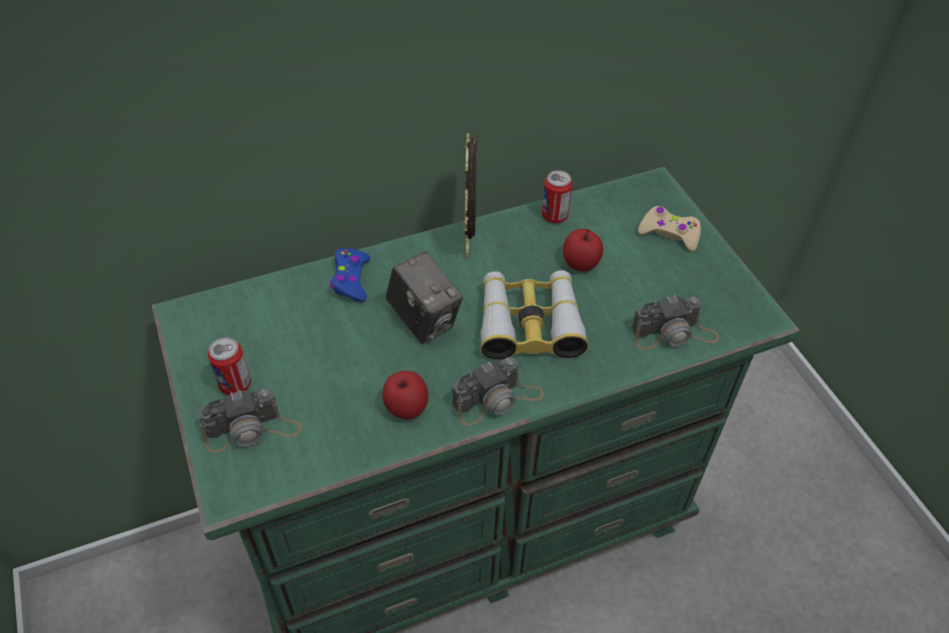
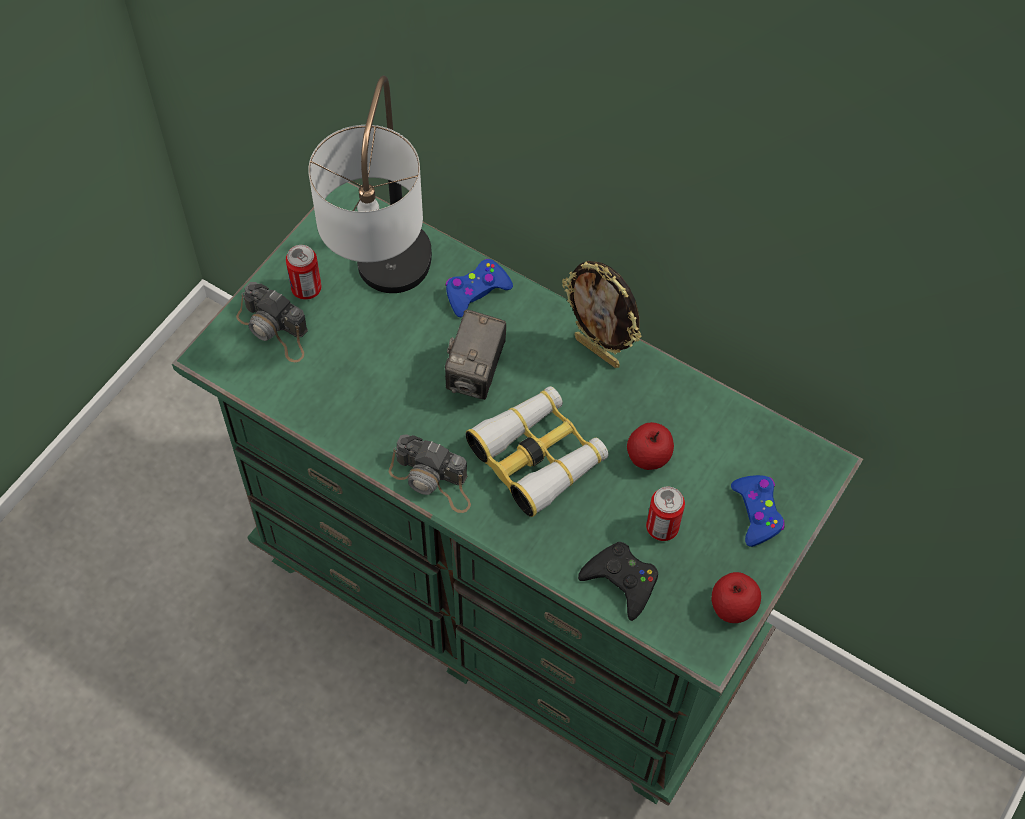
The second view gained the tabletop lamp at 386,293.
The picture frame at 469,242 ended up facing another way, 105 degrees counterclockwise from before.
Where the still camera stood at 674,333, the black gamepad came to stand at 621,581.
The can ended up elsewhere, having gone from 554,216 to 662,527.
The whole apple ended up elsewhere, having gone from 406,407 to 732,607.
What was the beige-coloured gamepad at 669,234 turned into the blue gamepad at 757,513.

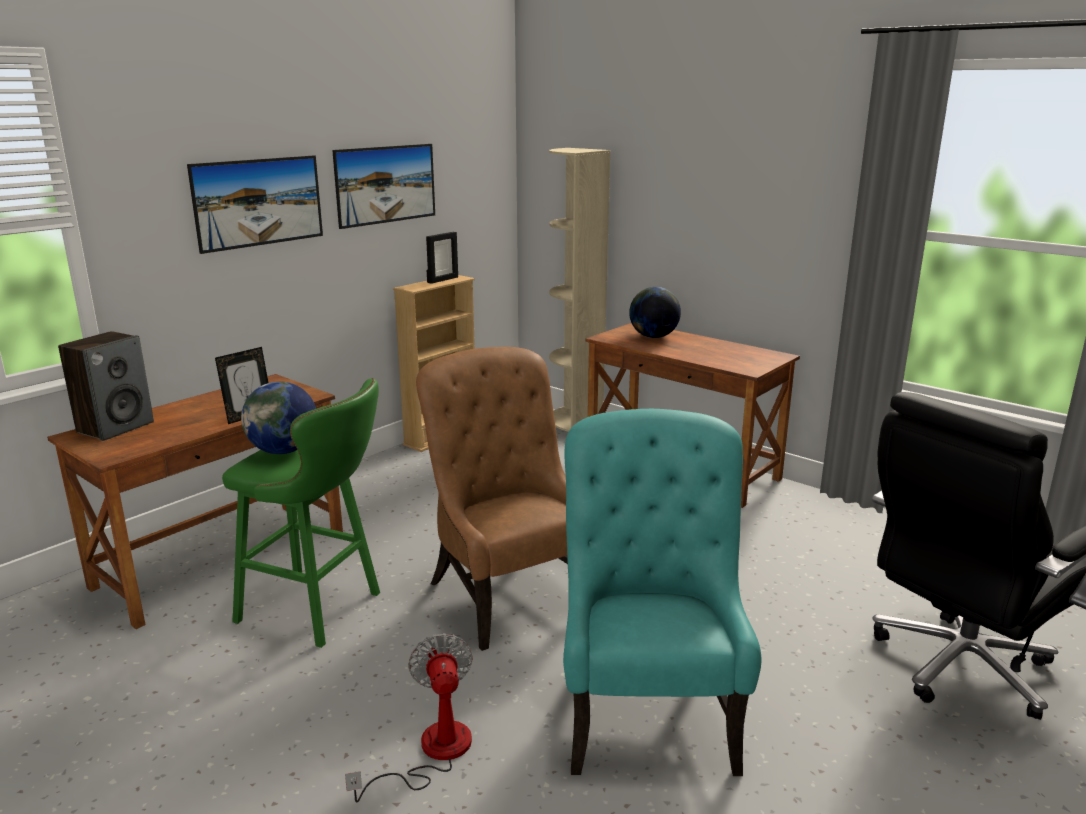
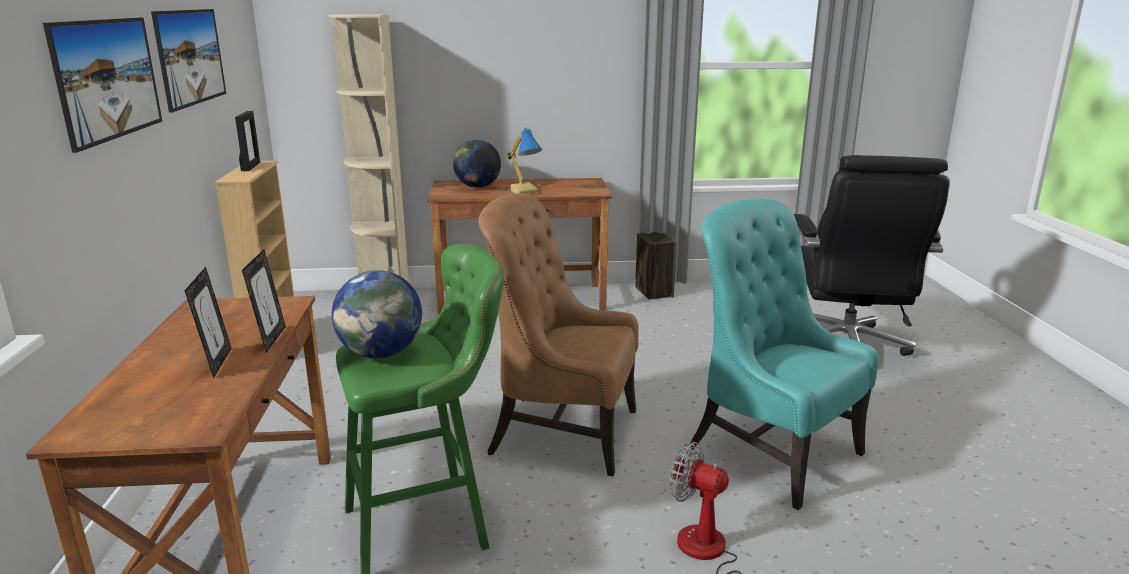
The second view gained the picture frame at 216,363.
The second view gained the tabletop lamp at 525,191.
The audio speaker ended up elsewhere, having gone from 115,427 to 653,292.

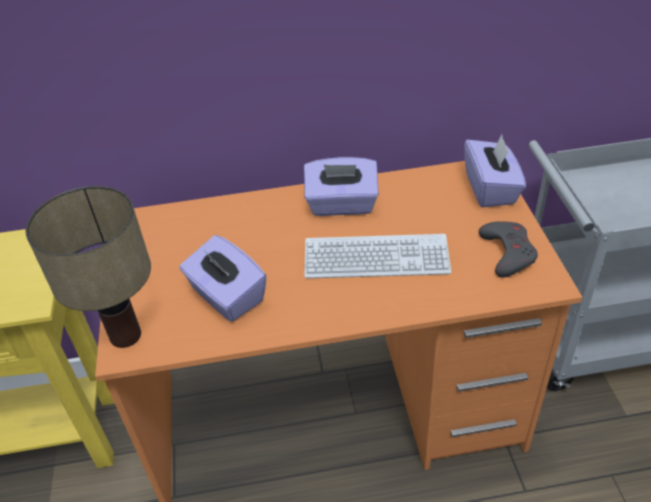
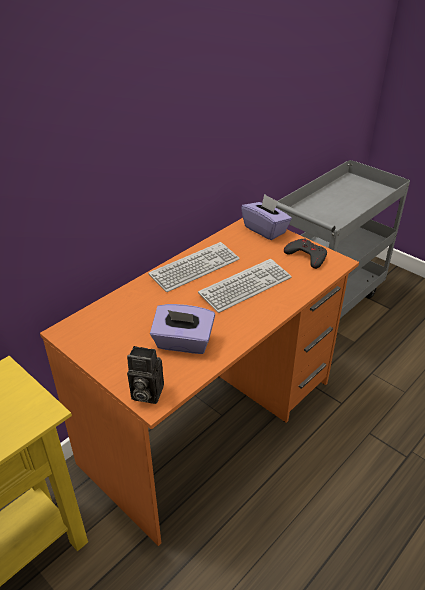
Where the tabletop lamp stood at 127,335, the still camera came to stand at 145,393.
Where the purple-coloured tissue holder stood at 342,205, the keyboard came to stand at 195,268.

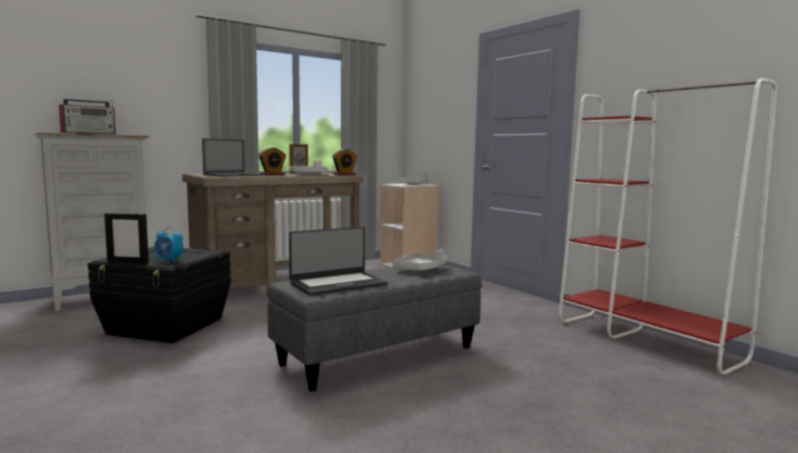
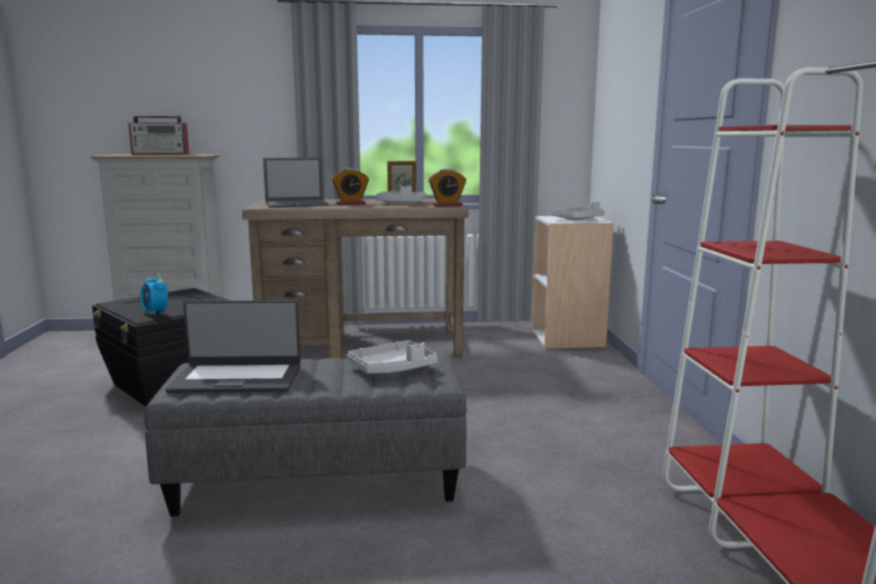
The second view lost the picture frame at 128,262.

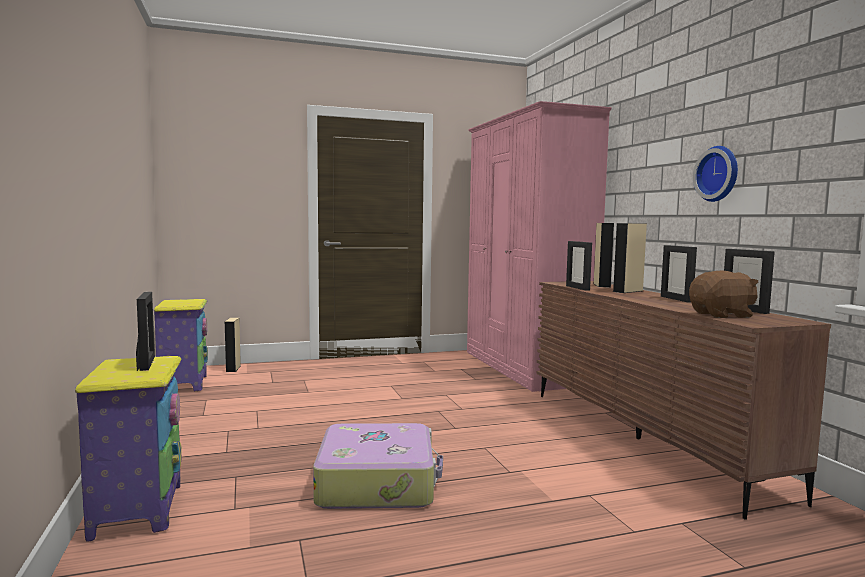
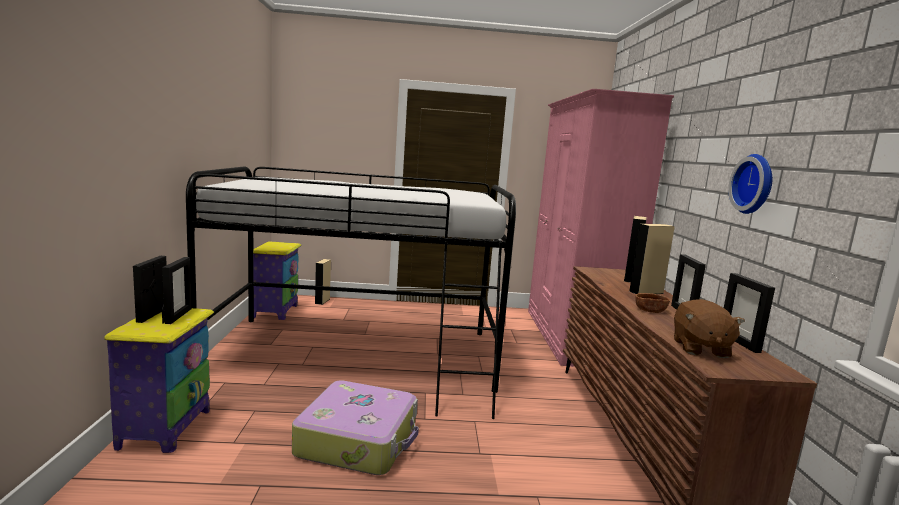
The picture frame ended up elsewhere, having gone from 578,288 to 153,315.
The second view gained the black sleeping bed at 361,353.
The second view gained the brown deep dish at 650,310.
The brown plush toy at 722,315 ended up facing another way, 90 degrees clockwise from before.

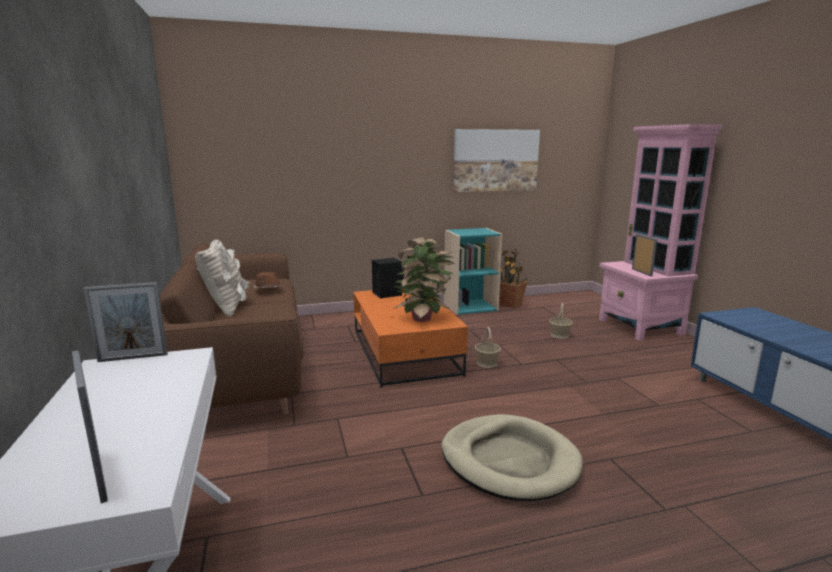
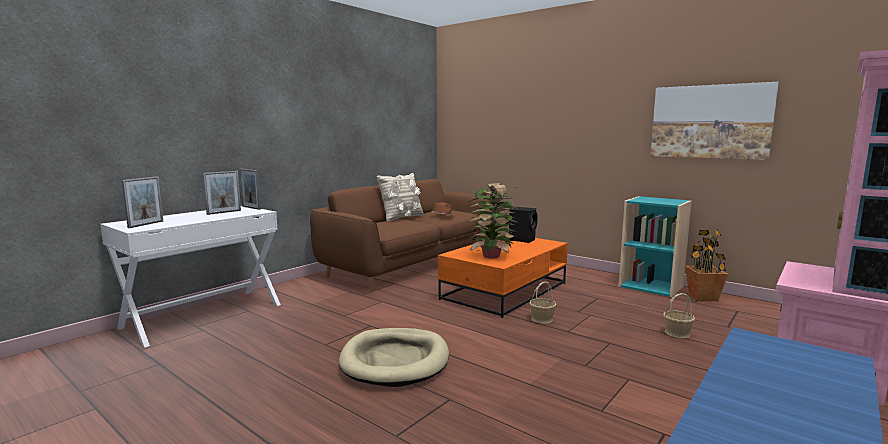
The picture frame ended up elsewhere, having gone from 641,272 to 224,212.

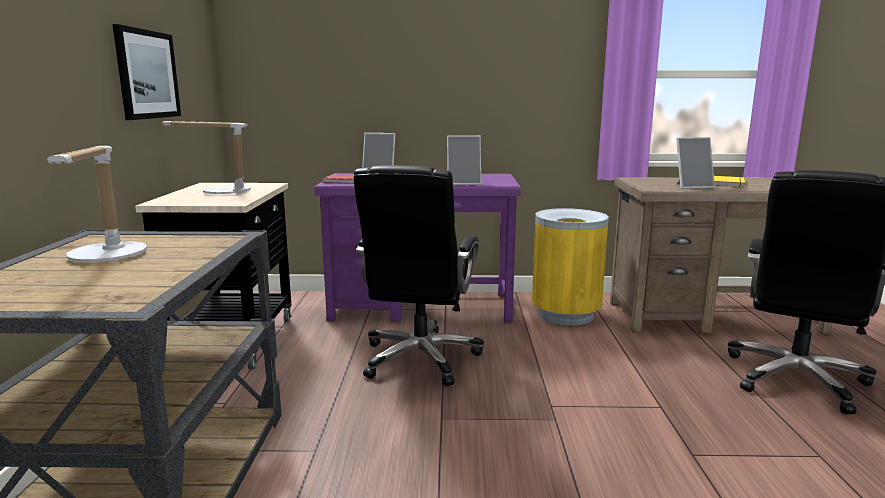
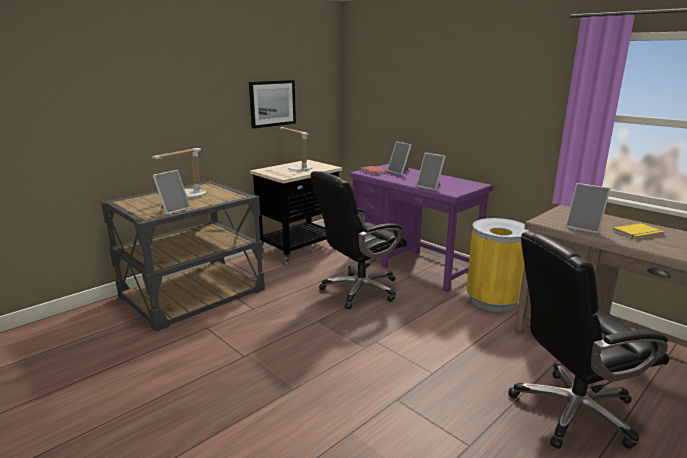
The second view gained the picture frame at 173,209.

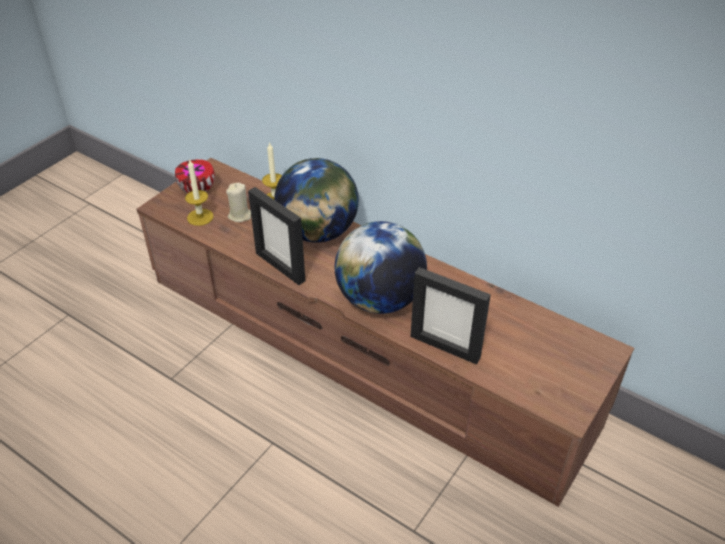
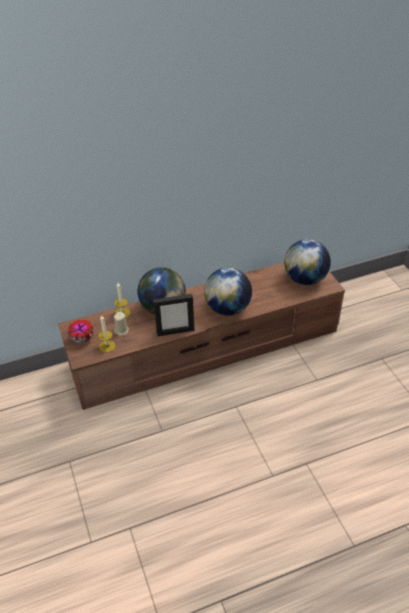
The second view gained the globe at 305,279.
The second view lost the picture frame at 445,346.

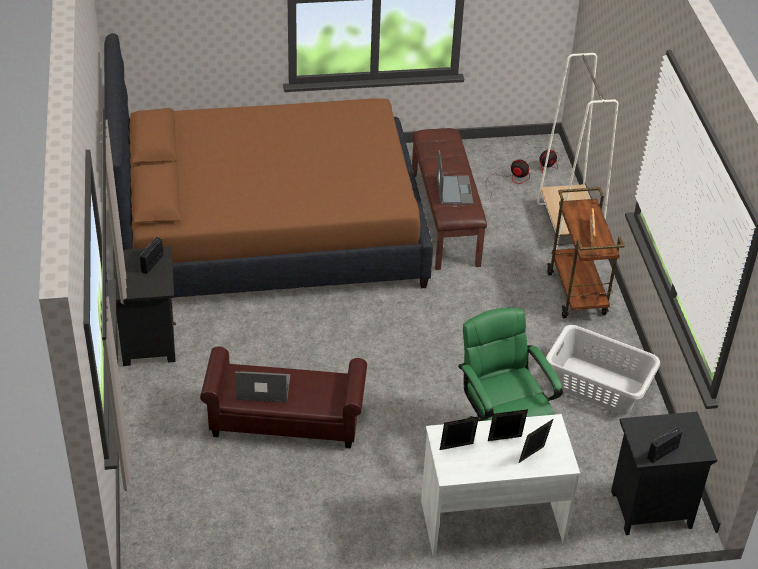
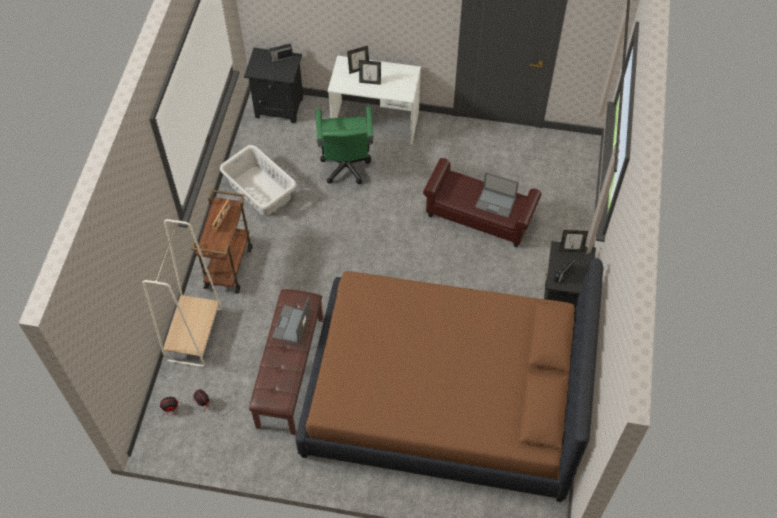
The picture frame ended up elsewhere, having gone from 457,449 to 571,250.

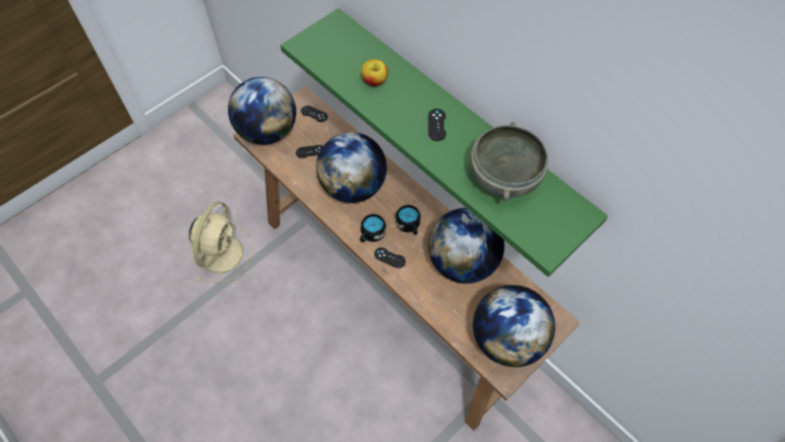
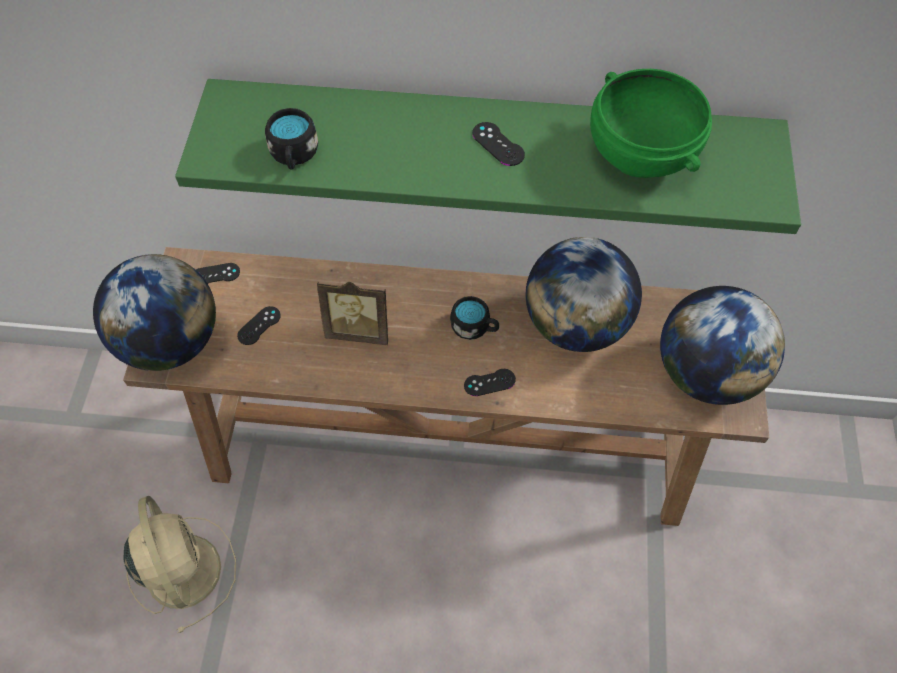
The black coffee mug ended up elsewhere, having gone from 371,235 to 294,155.
Where the globe stood at 353,186, the picture frame came to stand at 359,330.
What was the grey deep dish at 502,177 turned into the green-coloured deep dish at 639,154.
The second view lost the whole apple at 374,81.

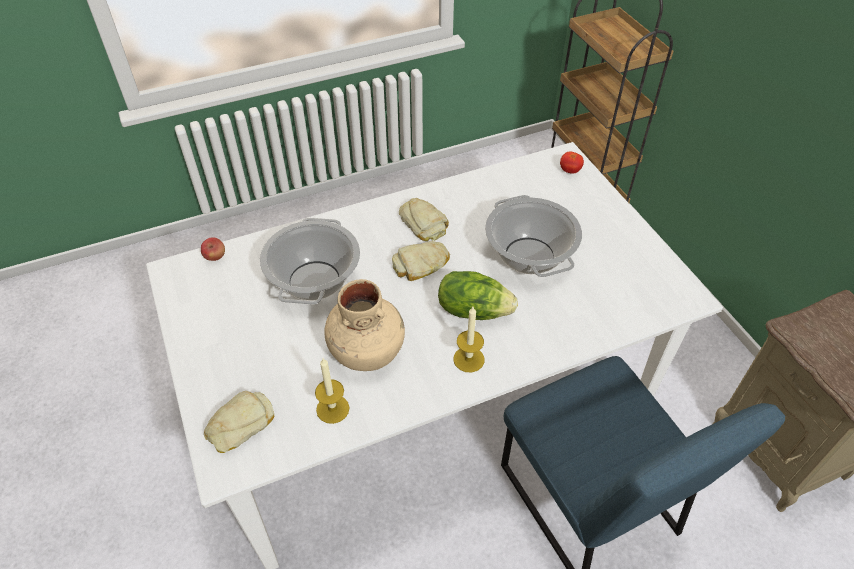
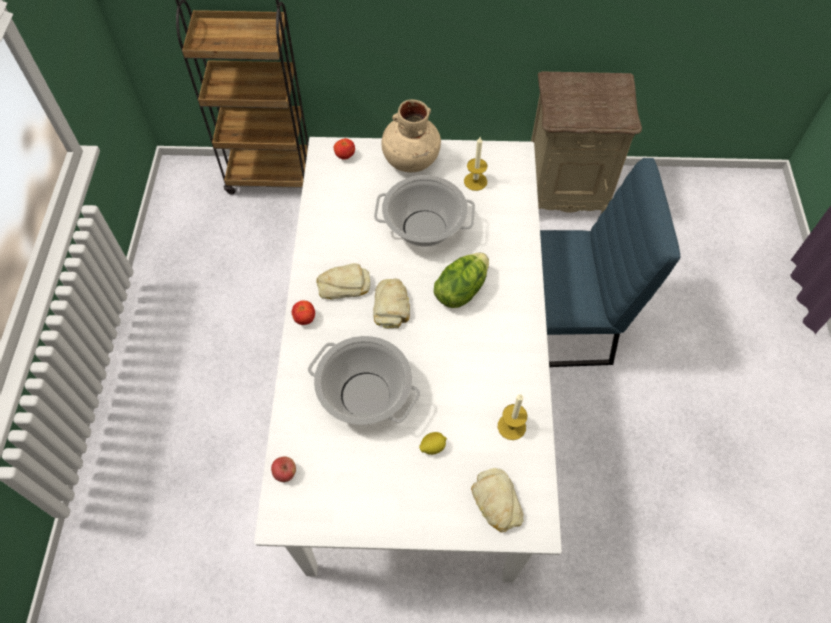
The second view gained the tomato at 304,318.
The beige-coloured vase ended up elsewhere, having gone from 367,350 to 410,159.
The second view gained the whole lemon at 432,447.
The wax light ended up elsewhere, having gone from 468,359 to 475,181.

